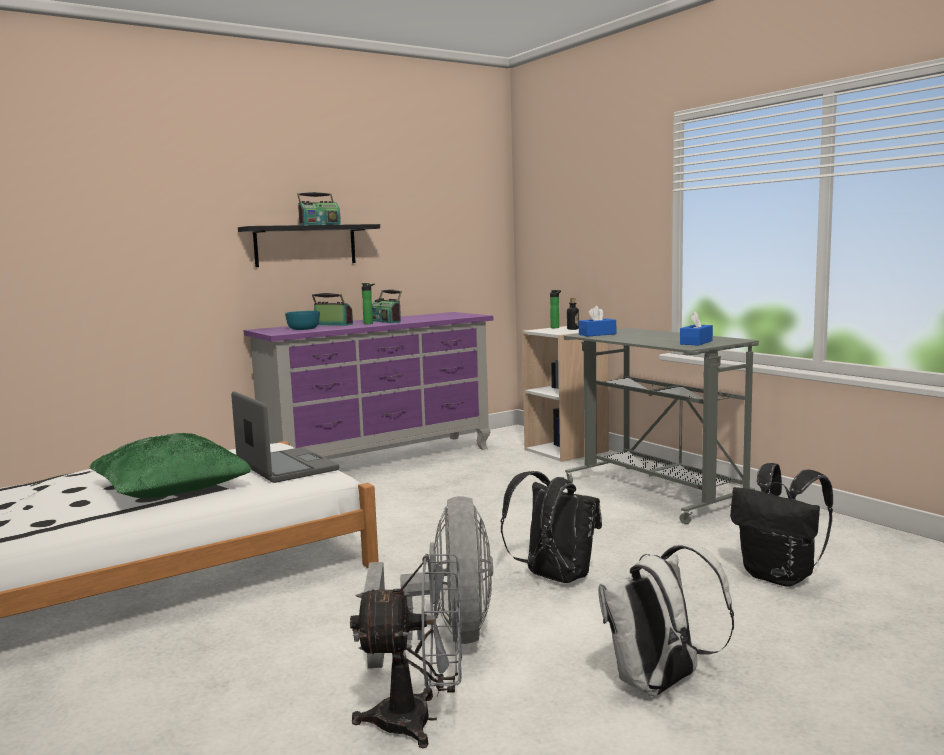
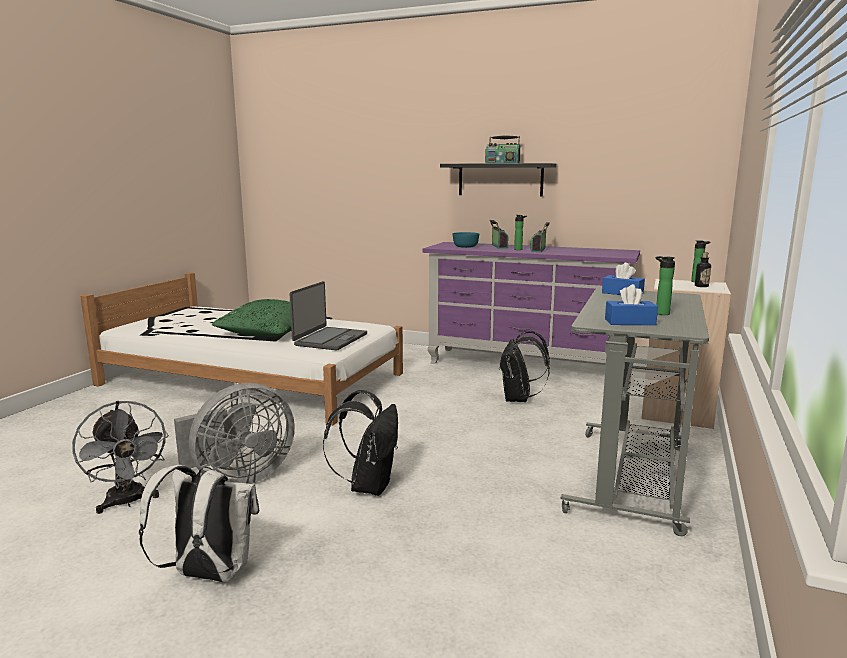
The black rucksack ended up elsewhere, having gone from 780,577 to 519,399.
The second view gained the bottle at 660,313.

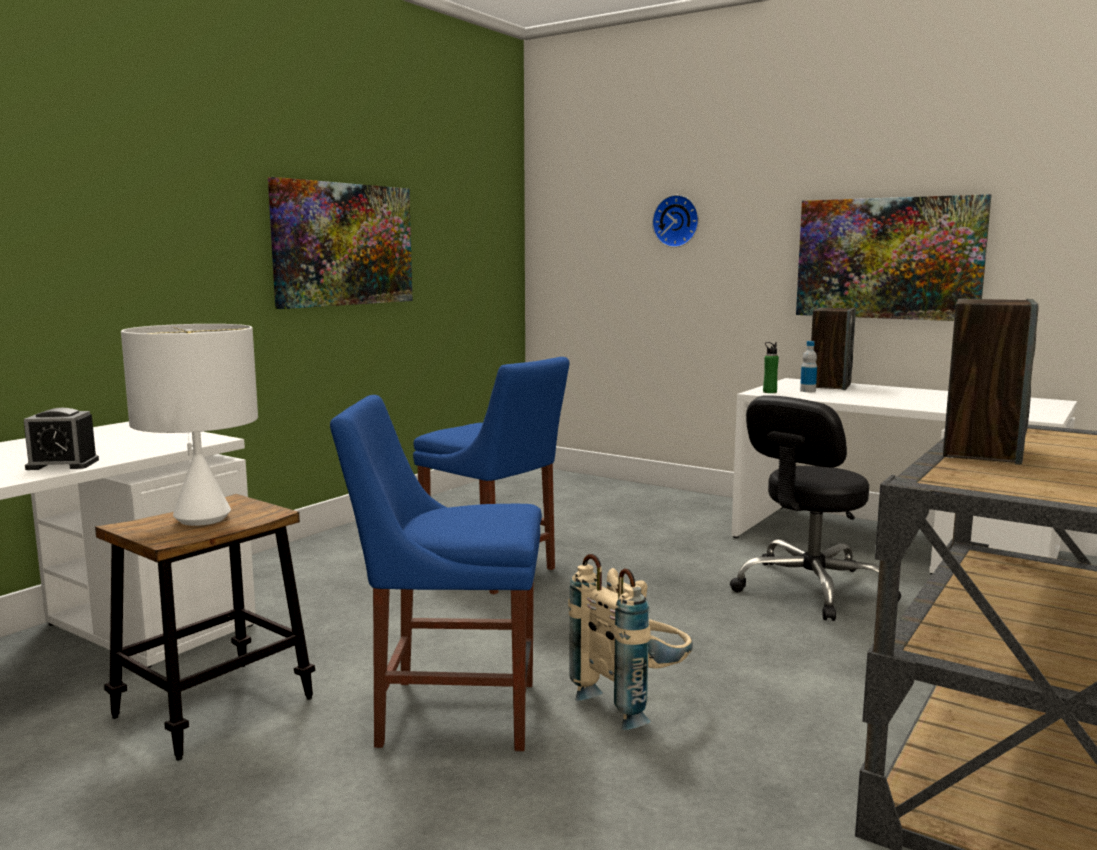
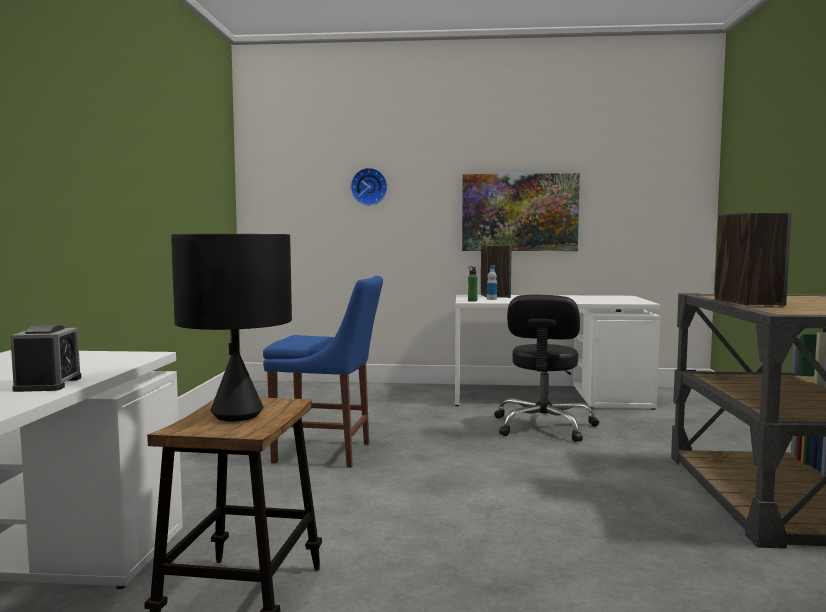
The bedside clock at 62,464 ended up facing another way, 60 degrees counterclockwise from before.
What was the whitish tabletop lamp at 203,519 turned into the black tabletop lamp at 237,416.
The second view lost the wall art at 344,244.
The second view lost the blue upright chair at 448,712.
The second view lost the beige-coloured rucksack at 634,702.

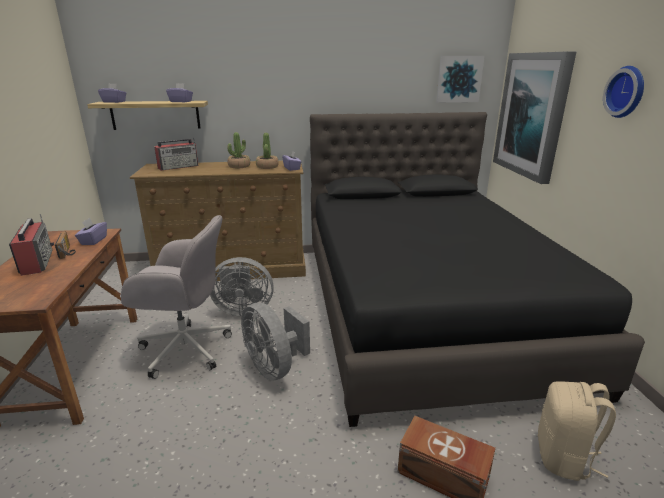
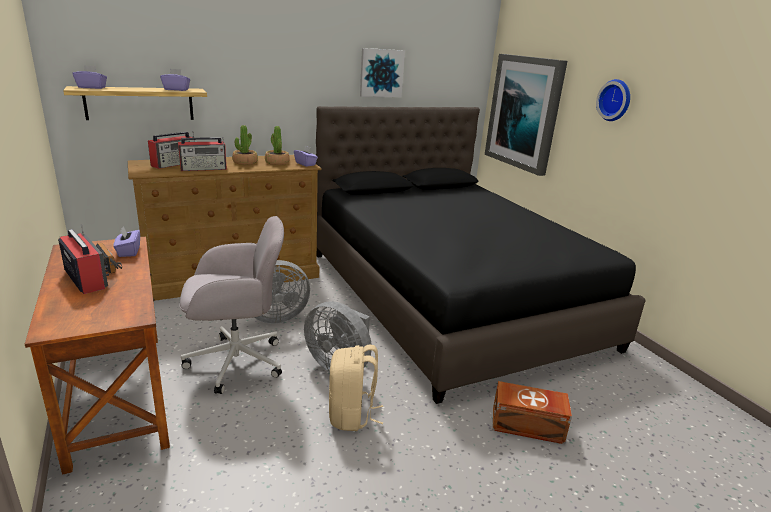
The second view gained the radio receiver at 204,168.
The beige-coloured rucksack ended up elsewhere, having gone from 564,458 to 352,415.
The wall art ended up elsewhere, having gone from 459,79 to 381,73.

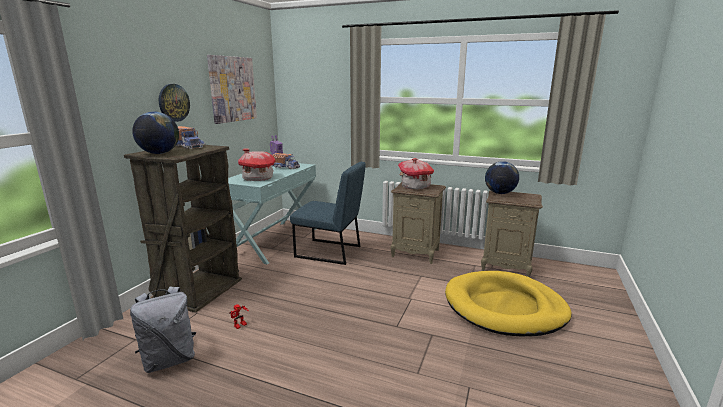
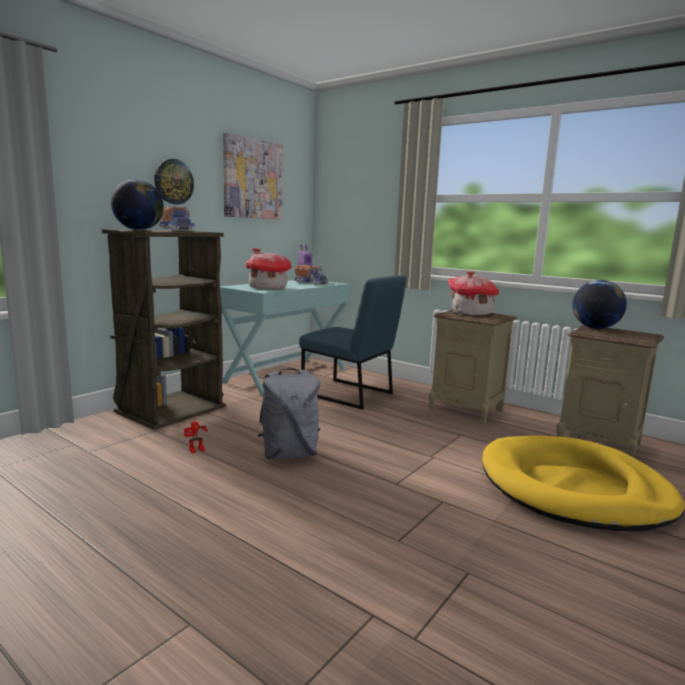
The grey rucksack ended up elsewhere, having gone from 169,360 to 289,454.

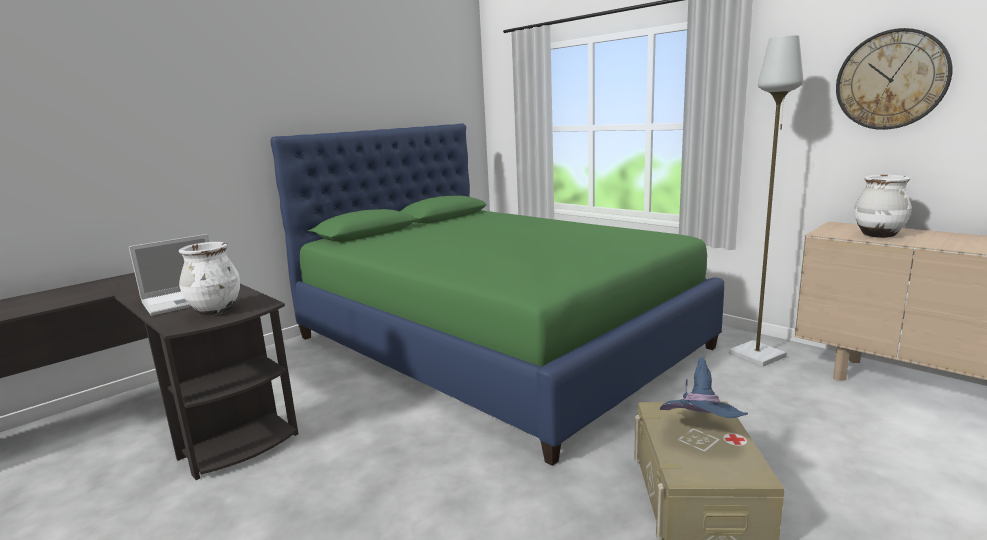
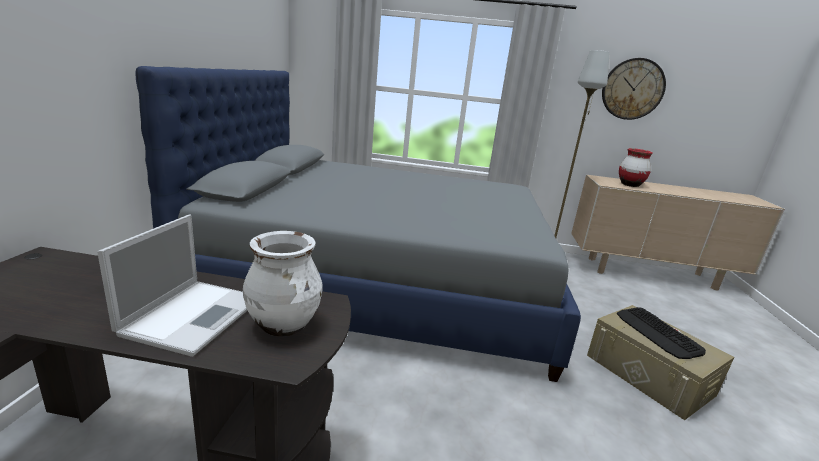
What was the green-coloured sleeping bed at 494,342 turned into the grey sleeping bed at 380,283.
Where the blue hat stood at 699,434, the keyboard came to stand at 657,333.
What was the whitish vase at 878,235 turned into the reddish vase at 629,185.

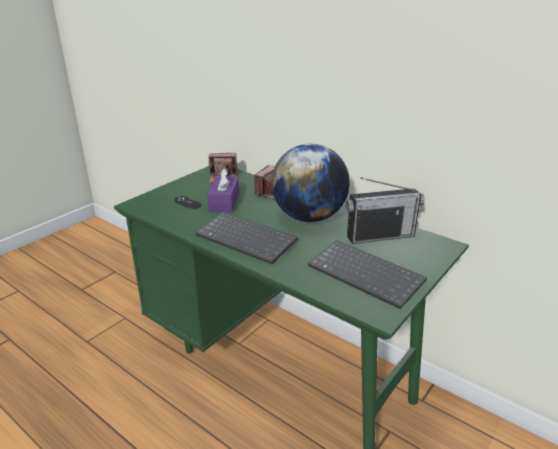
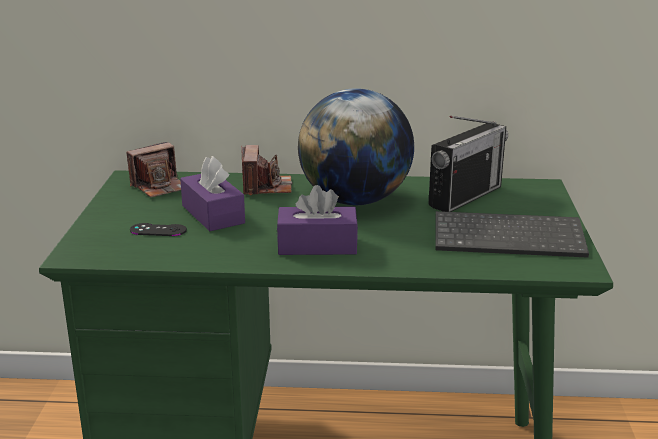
Where the keyboard stood at 248,238, the purple-coloured tissue holder came to stand at 317,245.

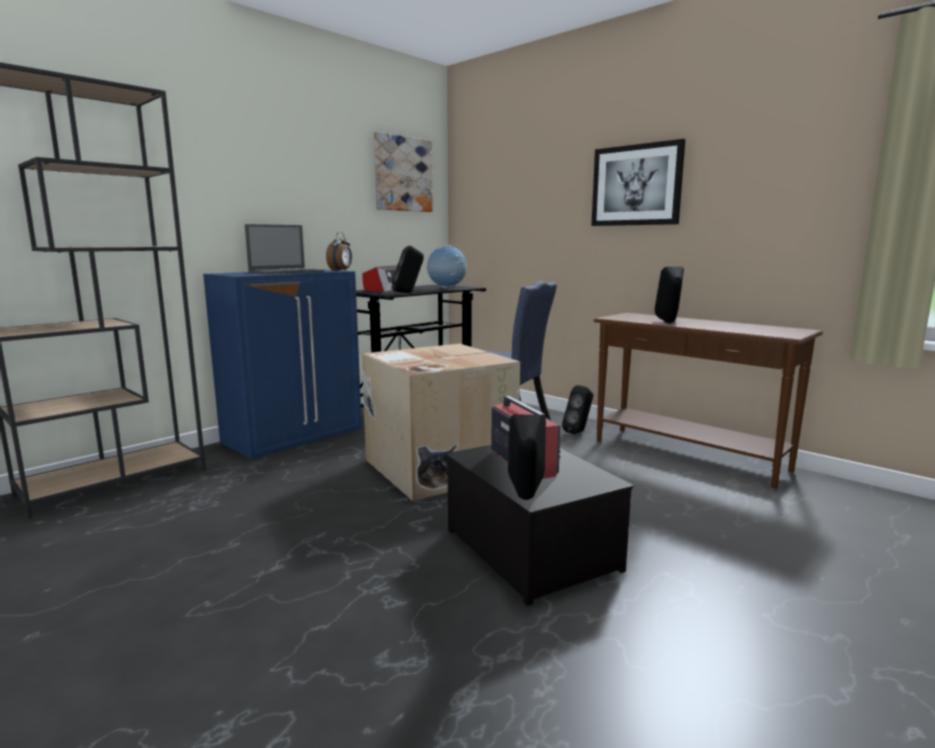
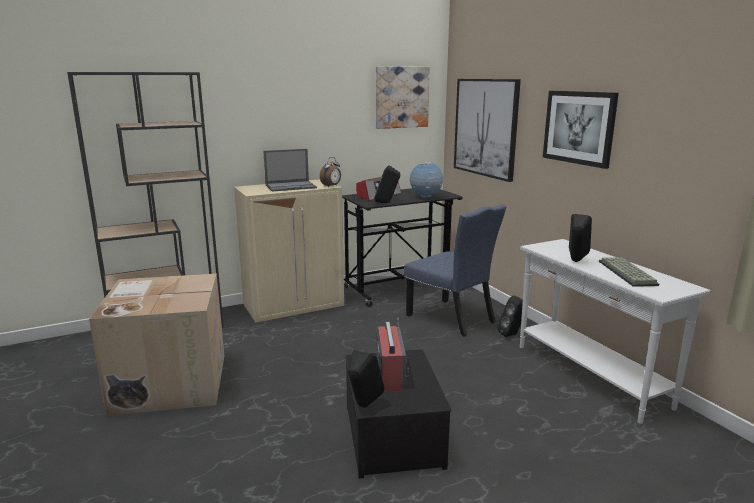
The packing box ended up elsewhere, having gone from 436,467 to 169,382.
What was the blue storage cabinet at 294,435 turned into the beige-coloured storage cabinet at 294,304.
The second view gained the wall art at 485,127.
What was the brown console table at 690,456 turned into the whitish console table at 591,376.
The second view gained the keyboard at 628,273.

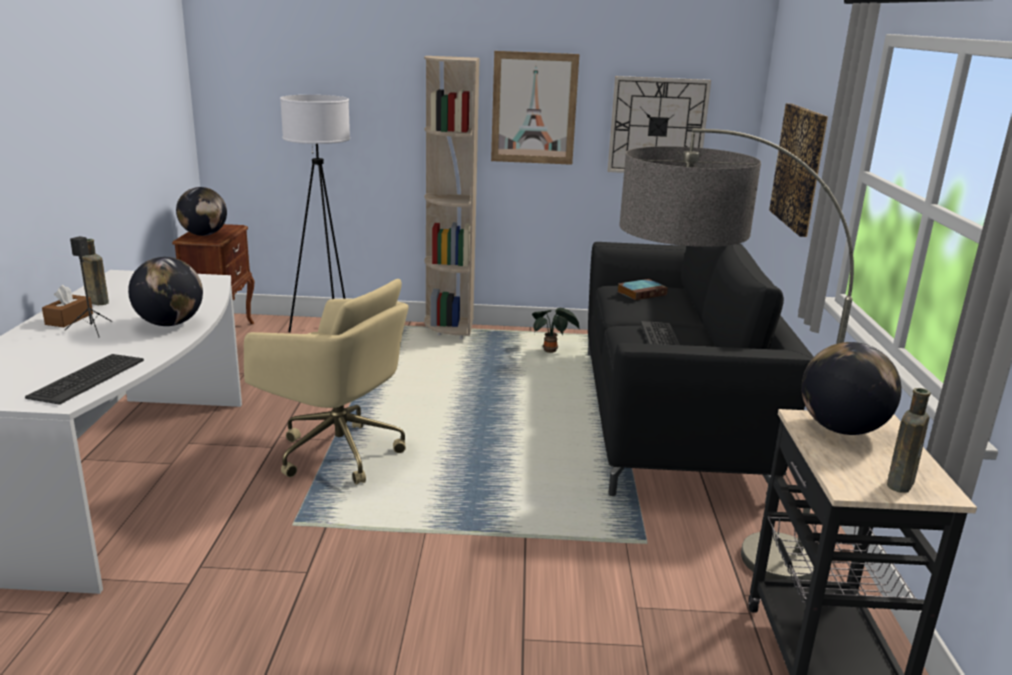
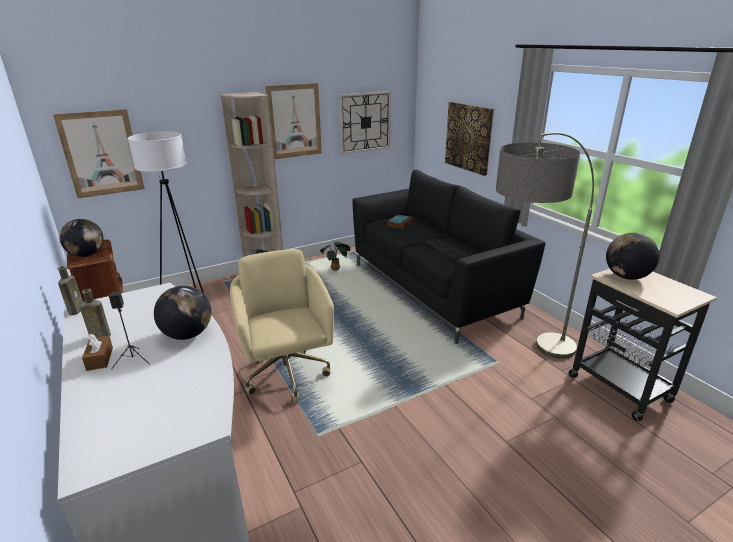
The second view gained the wall art at 101,153.
The brown bottle ended up elsewhere, having gone from 900,482 to 77,310.
The beige-coloured desk chair at 334,452 ended up facing another way, 105 degrees counterclockwise from before.
The second view lost the keyboard at 87,379.

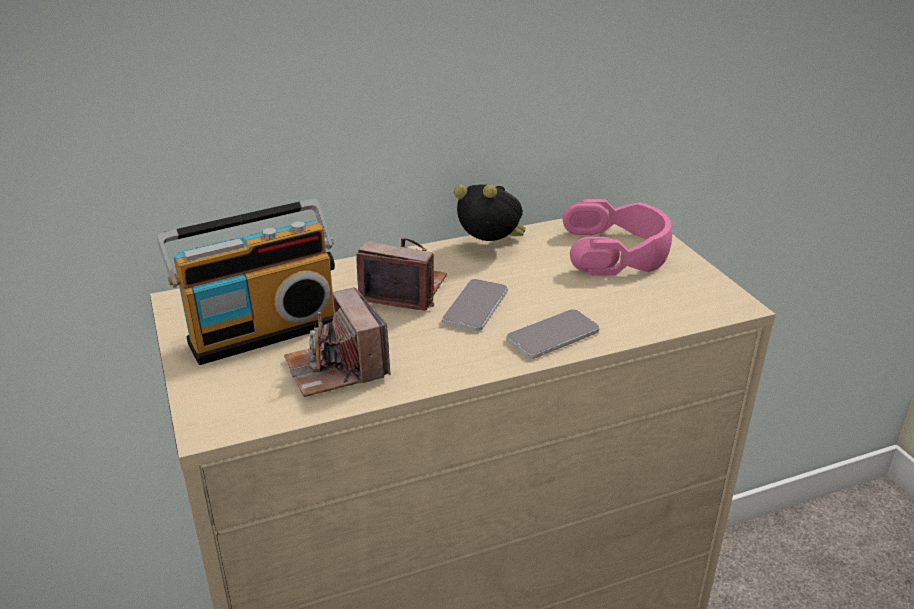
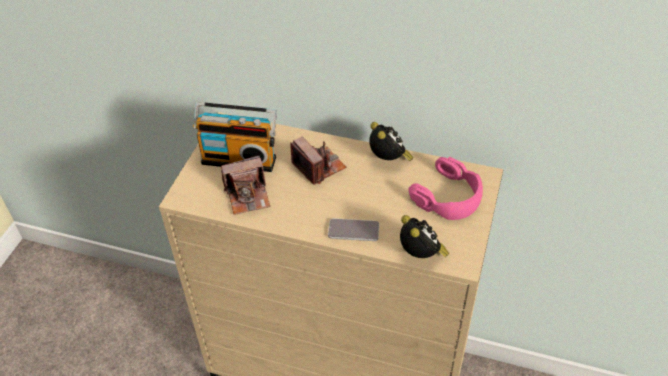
The still camera at 336,368 ended up facing another way, 120 degrees counterclockwise from before.
The second view gained the bedside clock at 421,255.
The second view lost the telephone at 475,306.

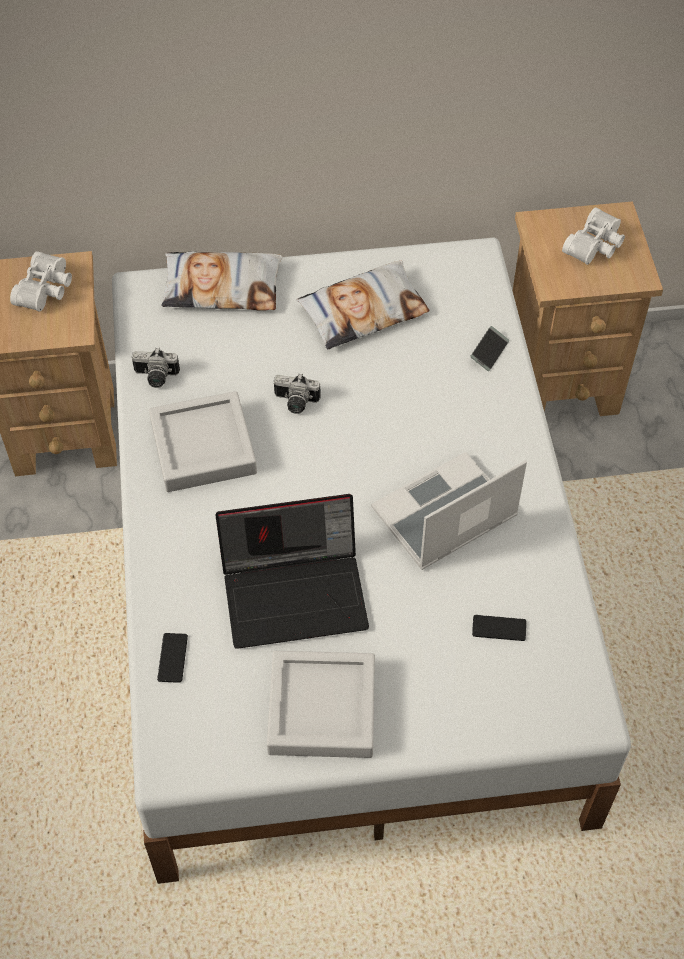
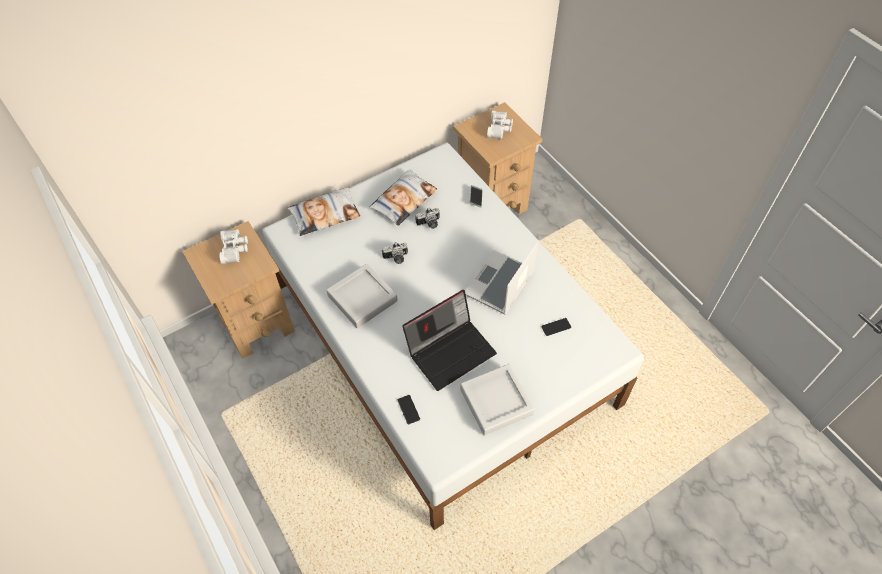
The still camera ended up elsewhere, having gone from 155,377 to 429,224.

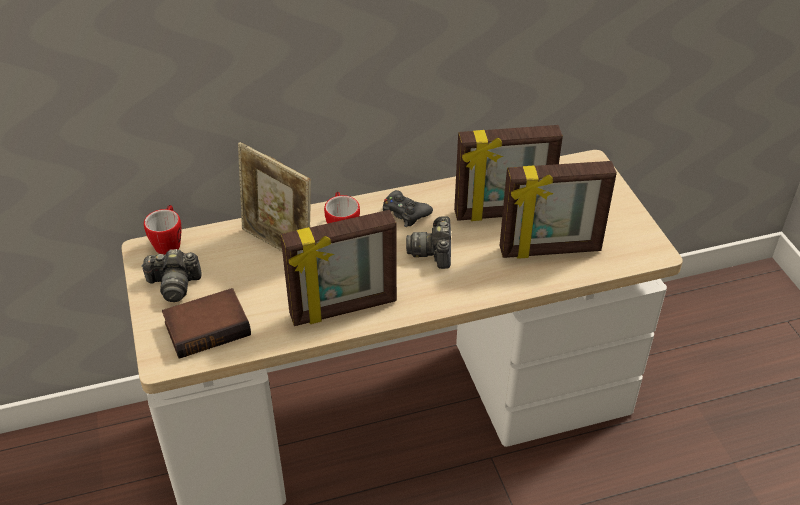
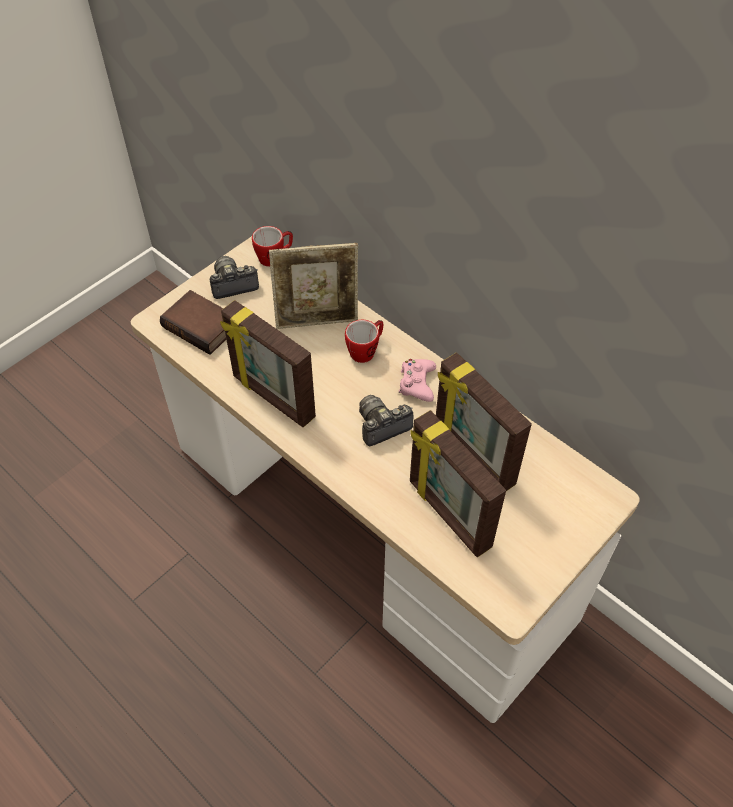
The still camera at 174,285 ended up facing another way, 105 degrees clockwise from before.
The picture frame at 279,245 ended up facing another way, 105 degrees counterclockwise from before.
What was the black gamepad at 405,213 turned into the pink-coloured gamepad at 417,383.

